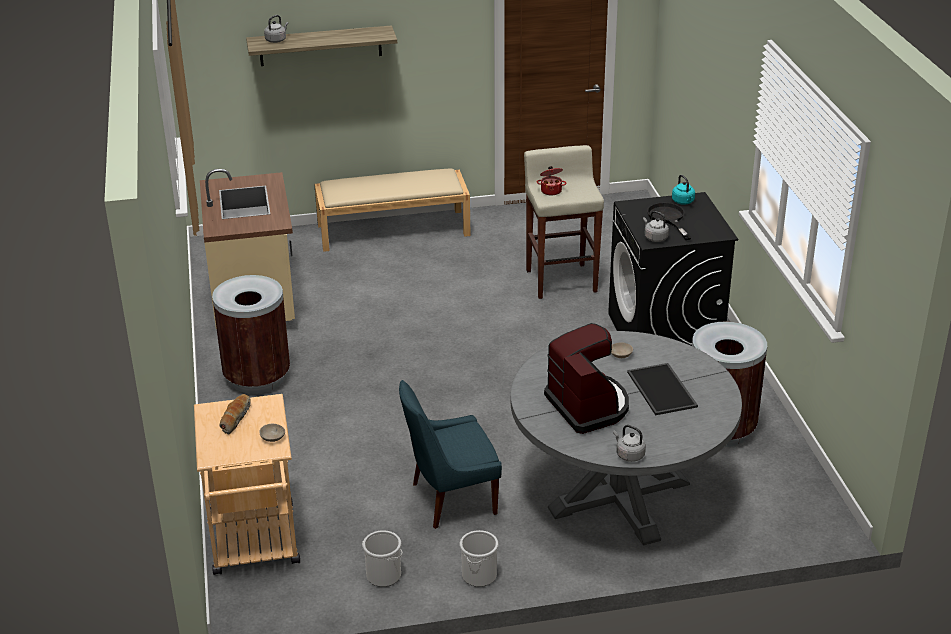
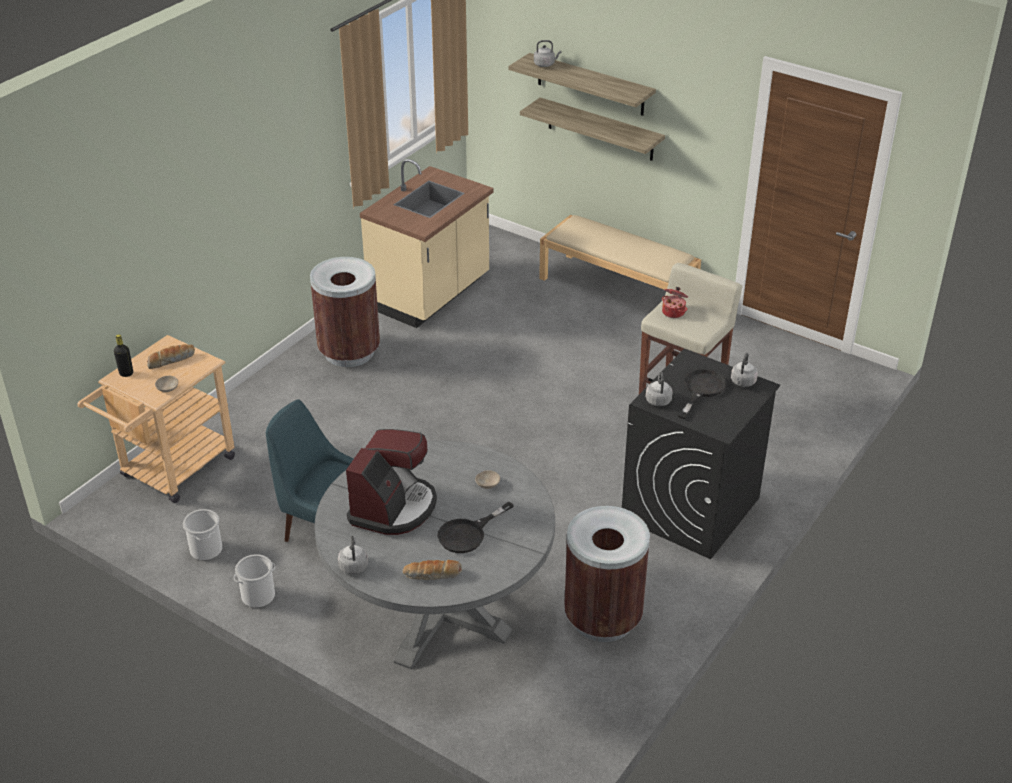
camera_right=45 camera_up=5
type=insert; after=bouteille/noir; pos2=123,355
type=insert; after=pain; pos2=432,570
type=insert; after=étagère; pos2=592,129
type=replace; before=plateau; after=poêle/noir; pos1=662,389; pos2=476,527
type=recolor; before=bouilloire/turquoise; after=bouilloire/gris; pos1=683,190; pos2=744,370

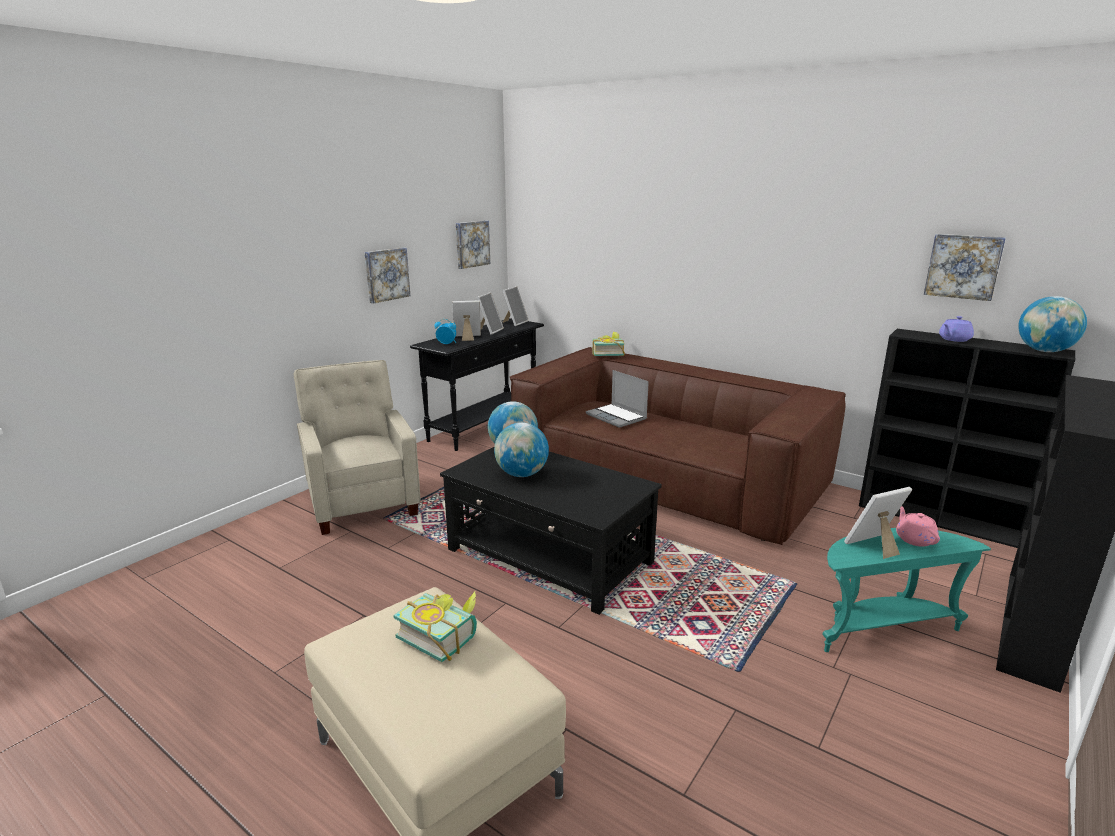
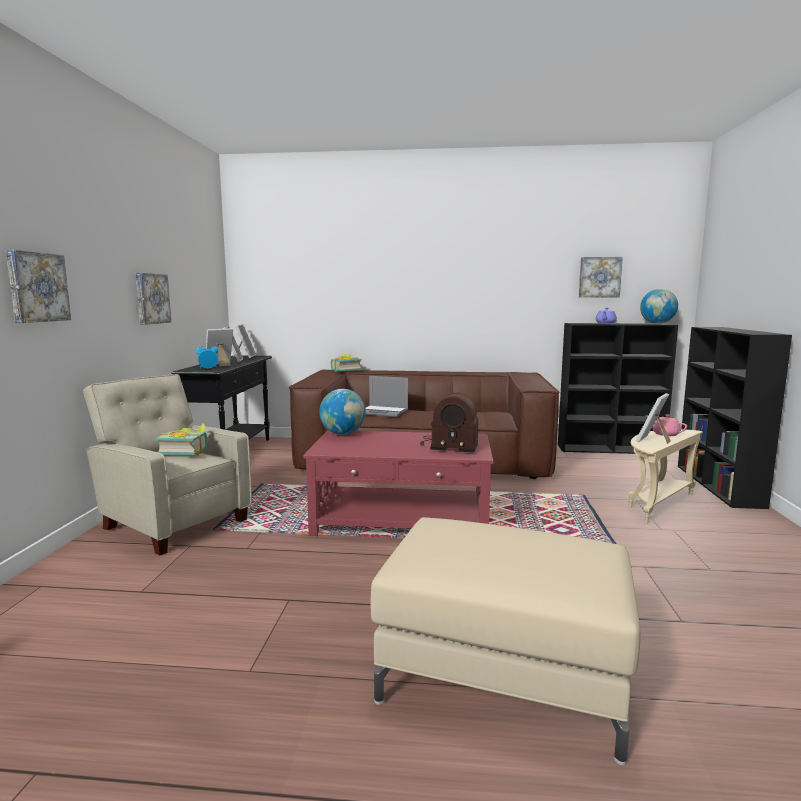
camera_right=-30 camera_up=-10
type=delete; before=globe; pos1=521,449
type=insert; after=radio; pos2=449,423
type=move; before=livre; pos1=435,627; pos2=181,439
type=move; before=tableau; pos1=473,245; pos2=38,286
type=recolor; before=table basse/noir; after=table basse/rouge; pos1=551,531; pos2=398,483
type=recolor; before=table d'appoint/turquoise; after=table d'appoint/beige; pos1=906,590; pos2=665,476

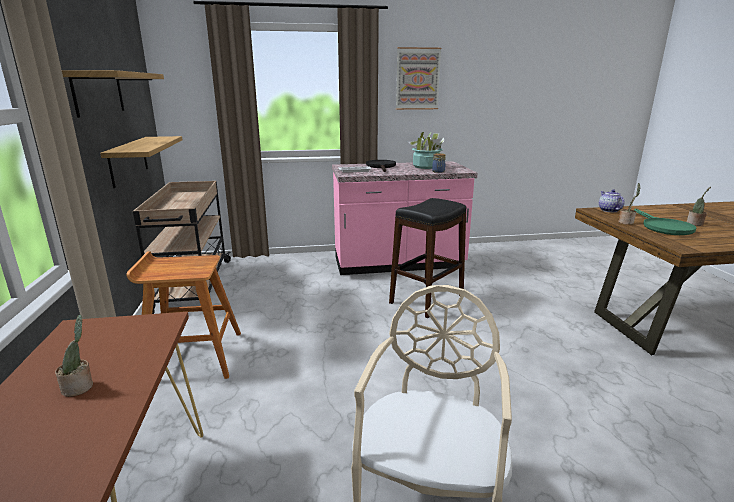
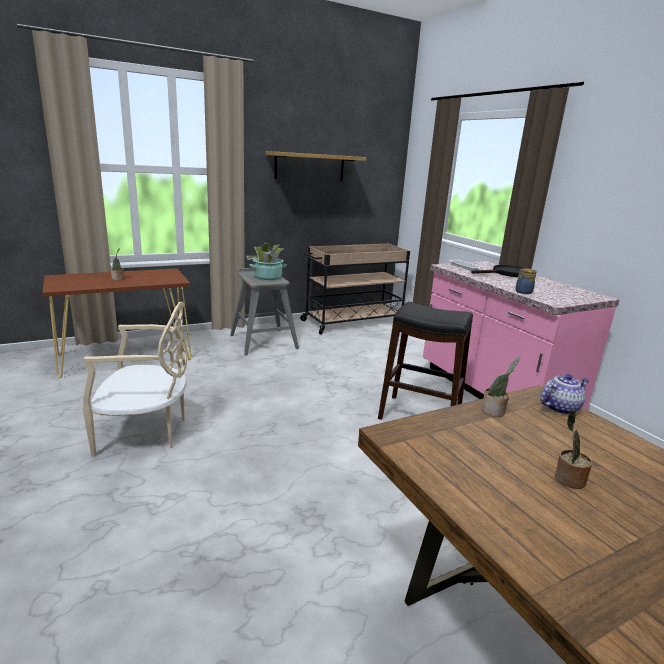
camera_right=70 camera_up=0
type=delete; before=étagère; pos1=141,162
type=delete; before=tableau; pos1=418,78
type=delete; before=poêle/vert; pos1=665,222
type=move; before=plante en pot; pos1=426,150; pos2=266,261
type=recolor; before=tabouret/marron; after=tabouret/gris; pos1=183,315; pos2=264,312

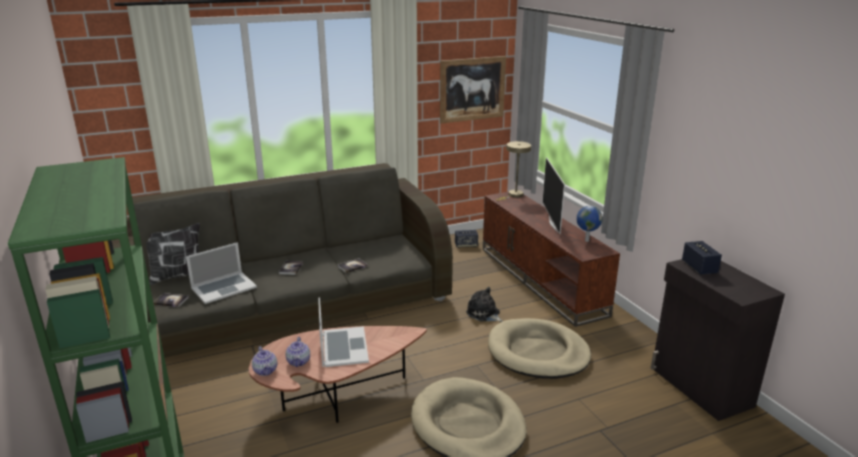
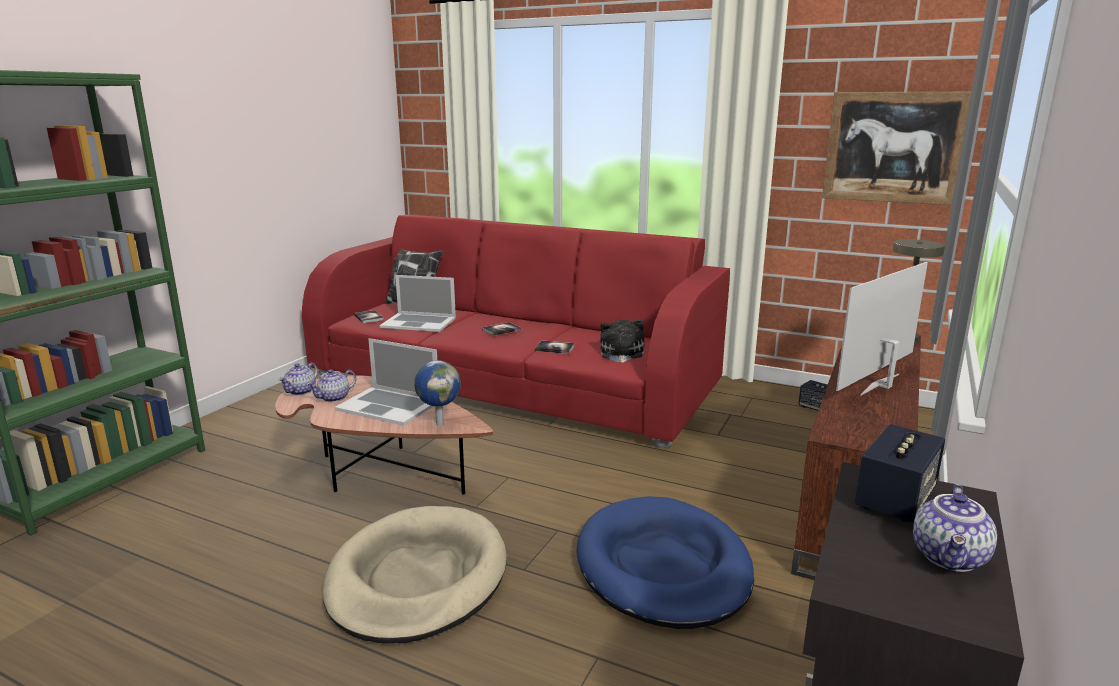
camera_right=50 camera_up=-5
type=insert; after=théière; pos2=955,528
type=move; before=peluche; pos1=484,304; pos2=622,340
type=move; before=globe; pos1=590,224; pos2=437,392
type=recolor; before=canapé/gris; after=canapé/rouge; pos1=282,260; pos2=516,331
type=recolor; before=panier pour chien/beige; after=panier pour chien/bleu; pos1=539,348; pos2=665,562
type=rotate; before=ordinateur portable; pos1=343,332; pos2=386,382; turn=75

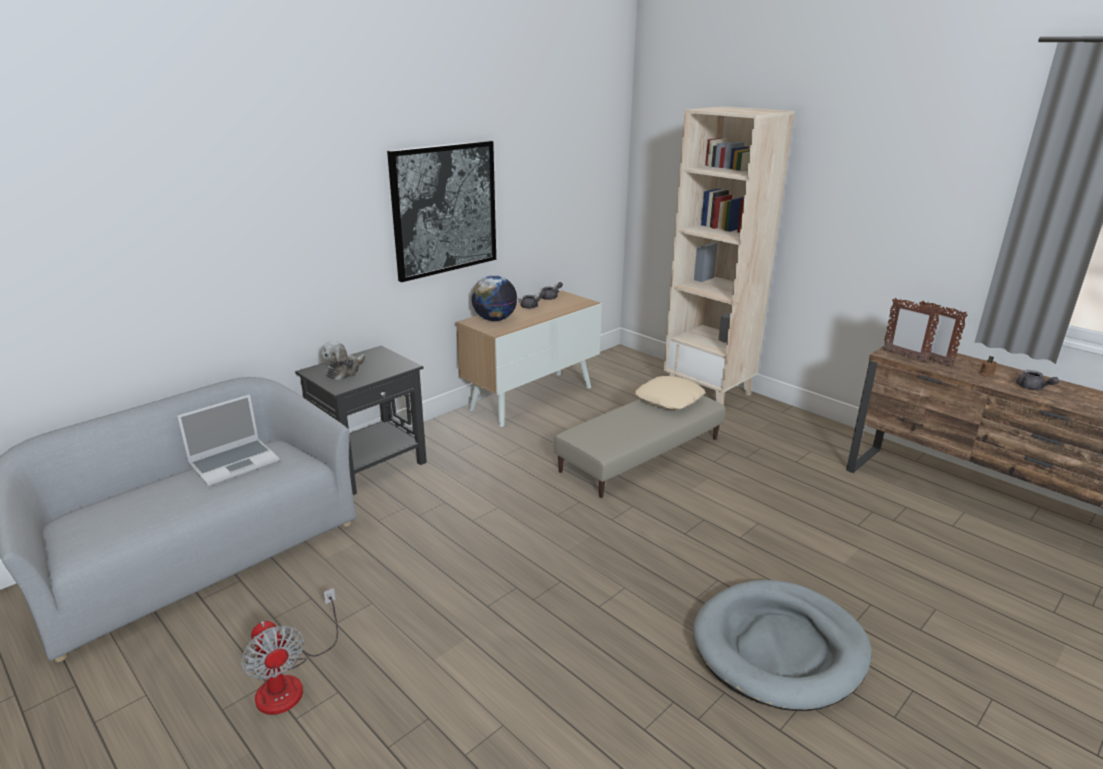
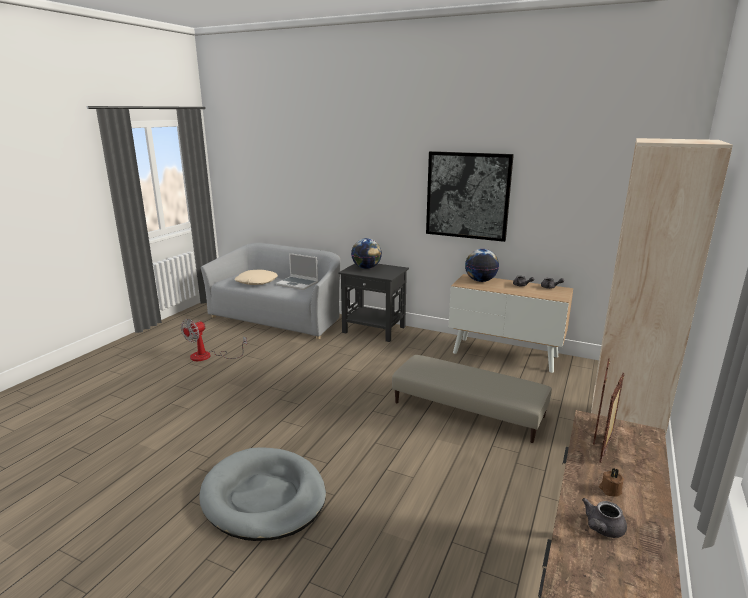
camera_right=70 camera_up=-5
type=move; before=coussin/beige; pos1=670,393; pos2=256,277
type=replace; before=peluche; after=globe; pos1=343,360; pos2=366,253

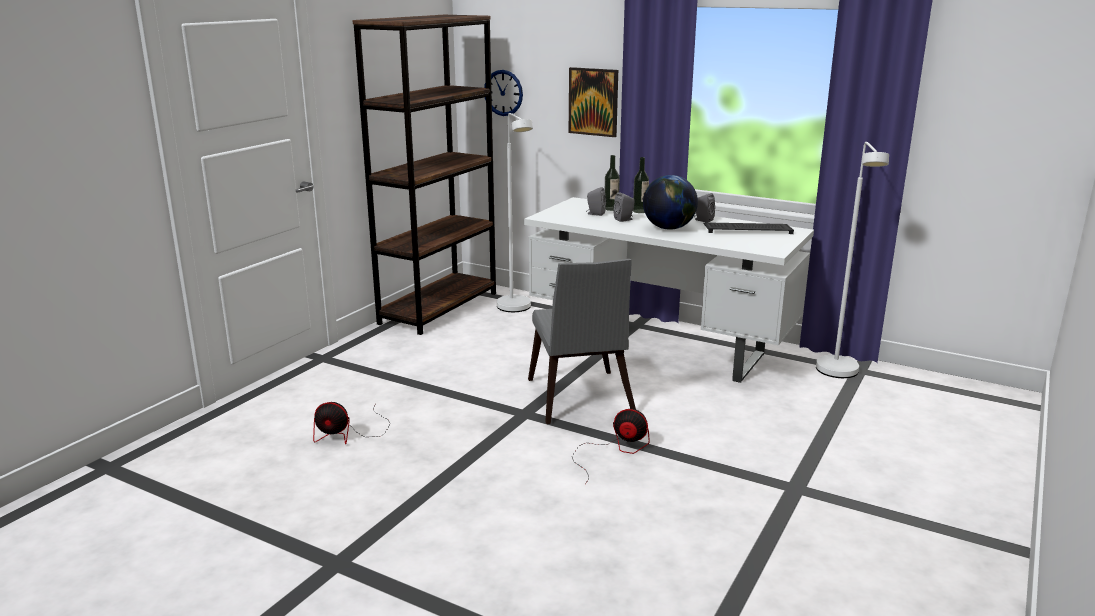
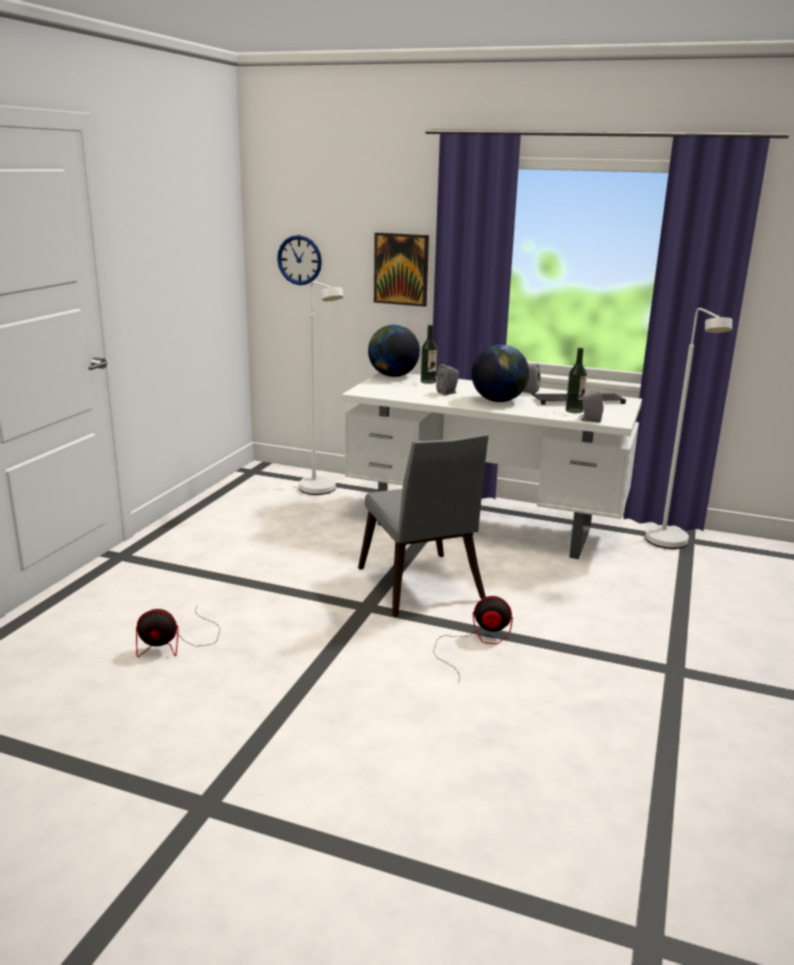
camera_right=-10 camera_up=0
type=delete; before=bibliothèque/marron; pos1=424,175
type=insert; after=globe; pos2=394,351
type=move; before=enceinte/gris; pos1=596,201; pos2=591,405
type=move; before=bouteille; pos1=641,185; pos2=576,380

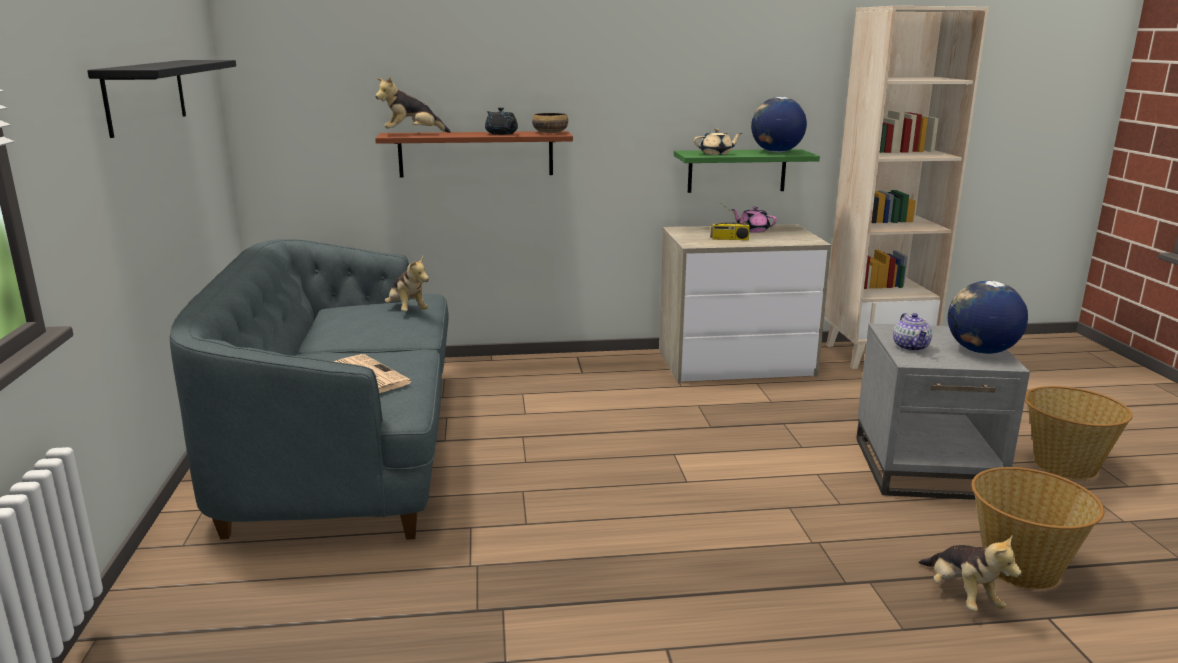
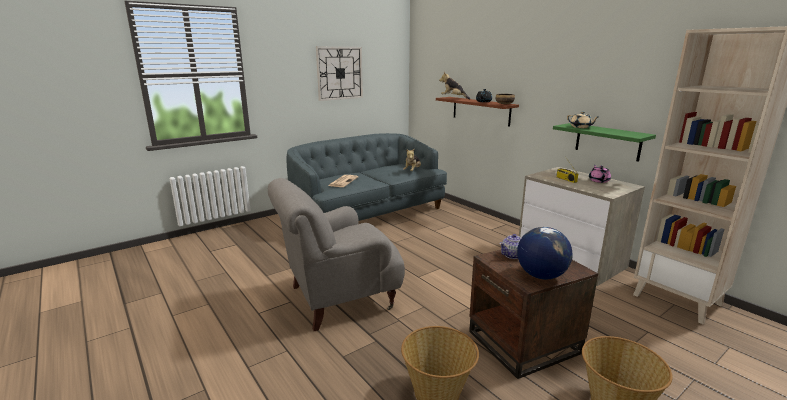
camera_right=60 camera_up=0
type=delete; before=globe; pos1=779,125
type=delete; before=peluche; pos1=970,573
type=insert; after=fauteuil/gris; pos2=336,254
type=replace; before=étagère/noir; after=horloge murale; pos1=161,99; pos2=339,74
type=recolor; before=table d'appoint/gris; after=table d'appoint/marron; pos1=943,412; pos2=533,314

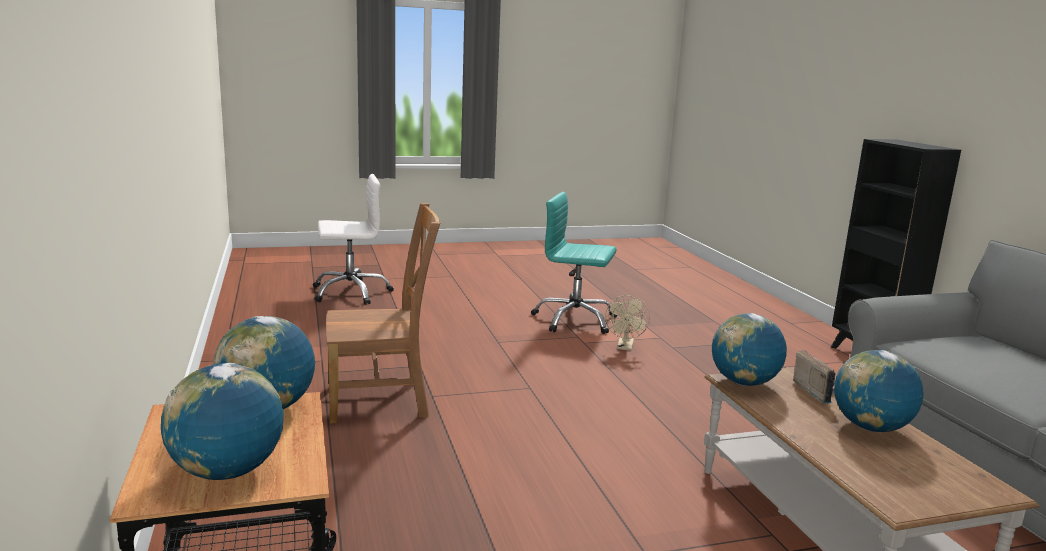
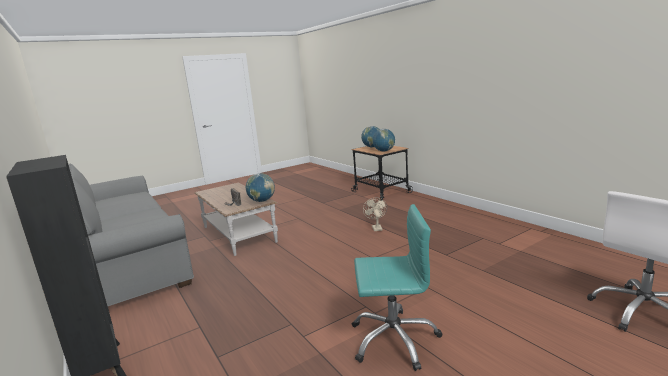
camera_right=165 camera_up=0
type=delete; before=chaise/marron; pos1=383,313
type=delete; before=globe; pos1=879,391
type=move; before=ventilateur/beige; pos1=627,323; pos2=375,214

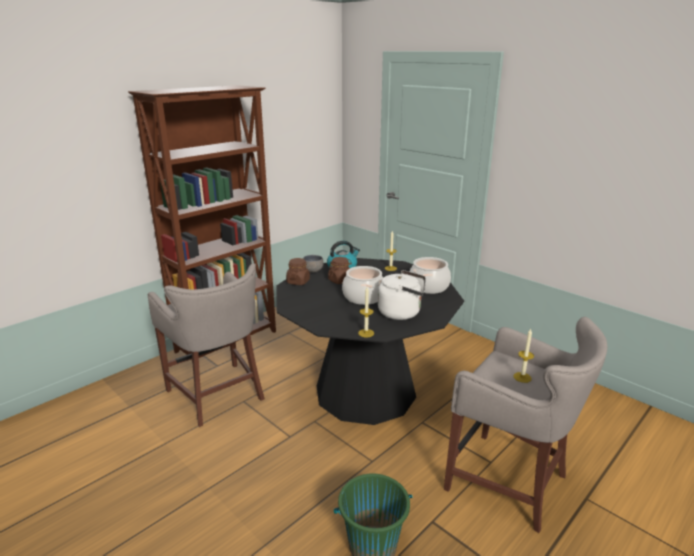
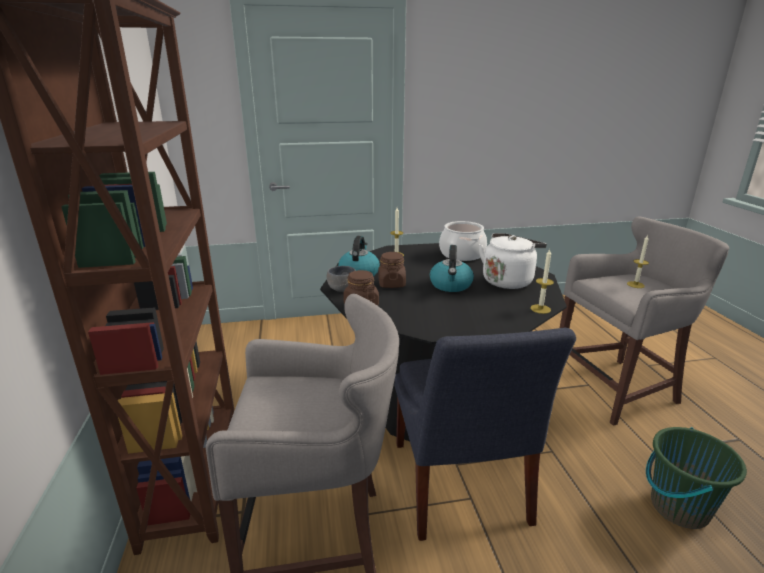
camera_right=-55 camera_up=0
type=insert; after=chaise/bleu; pos2=485,434
type=replace; before=marmite; after=bouilloire; pos1=362,285; pos2=452,268

